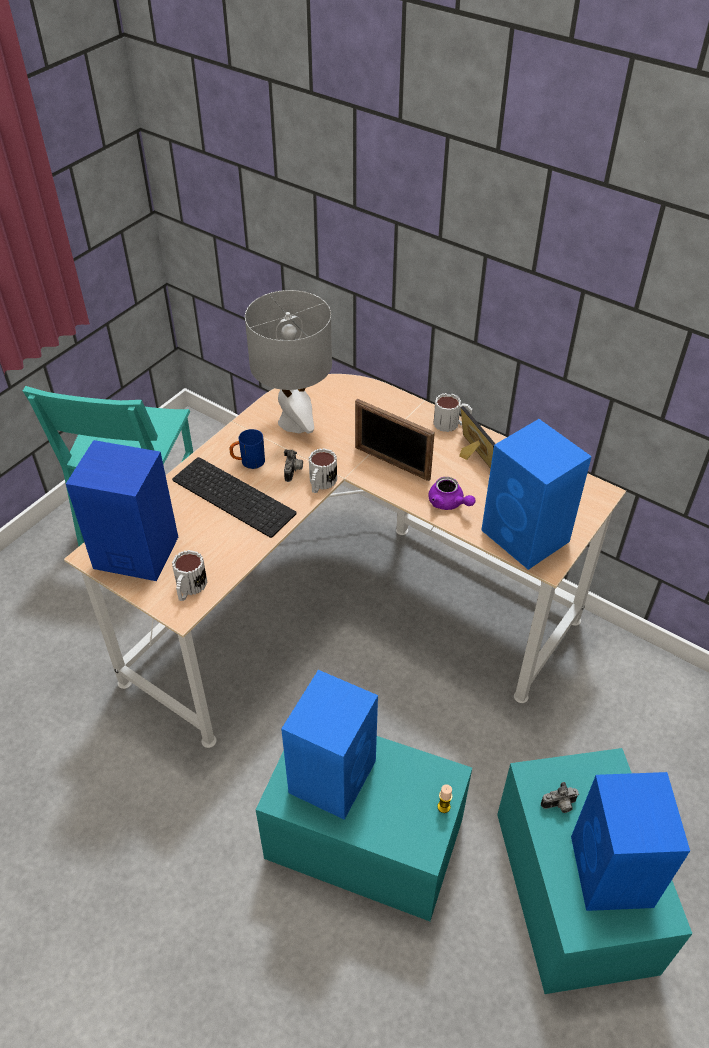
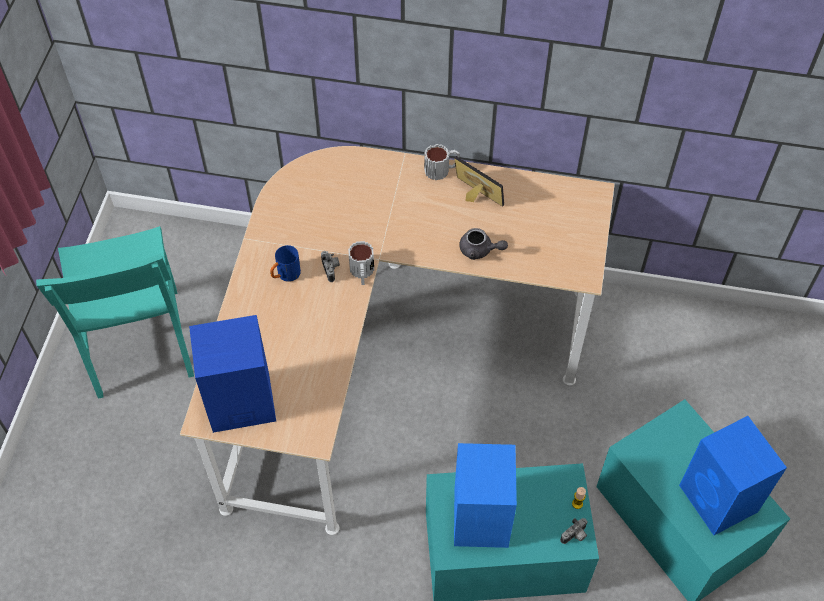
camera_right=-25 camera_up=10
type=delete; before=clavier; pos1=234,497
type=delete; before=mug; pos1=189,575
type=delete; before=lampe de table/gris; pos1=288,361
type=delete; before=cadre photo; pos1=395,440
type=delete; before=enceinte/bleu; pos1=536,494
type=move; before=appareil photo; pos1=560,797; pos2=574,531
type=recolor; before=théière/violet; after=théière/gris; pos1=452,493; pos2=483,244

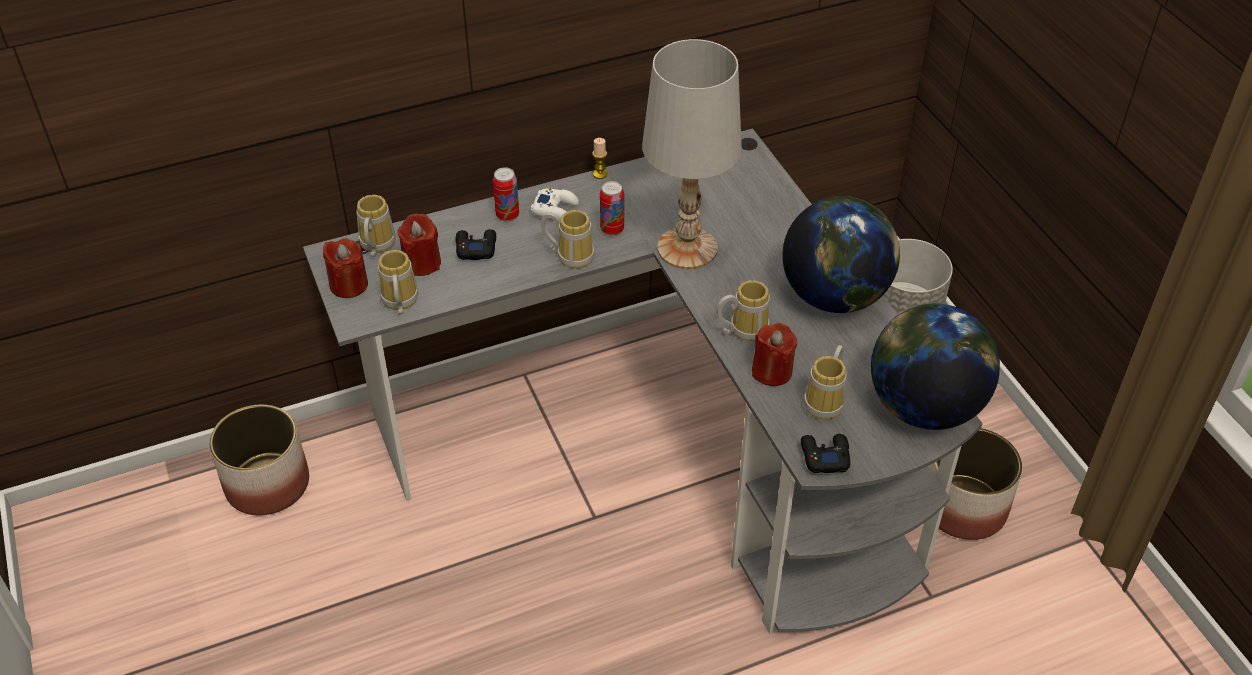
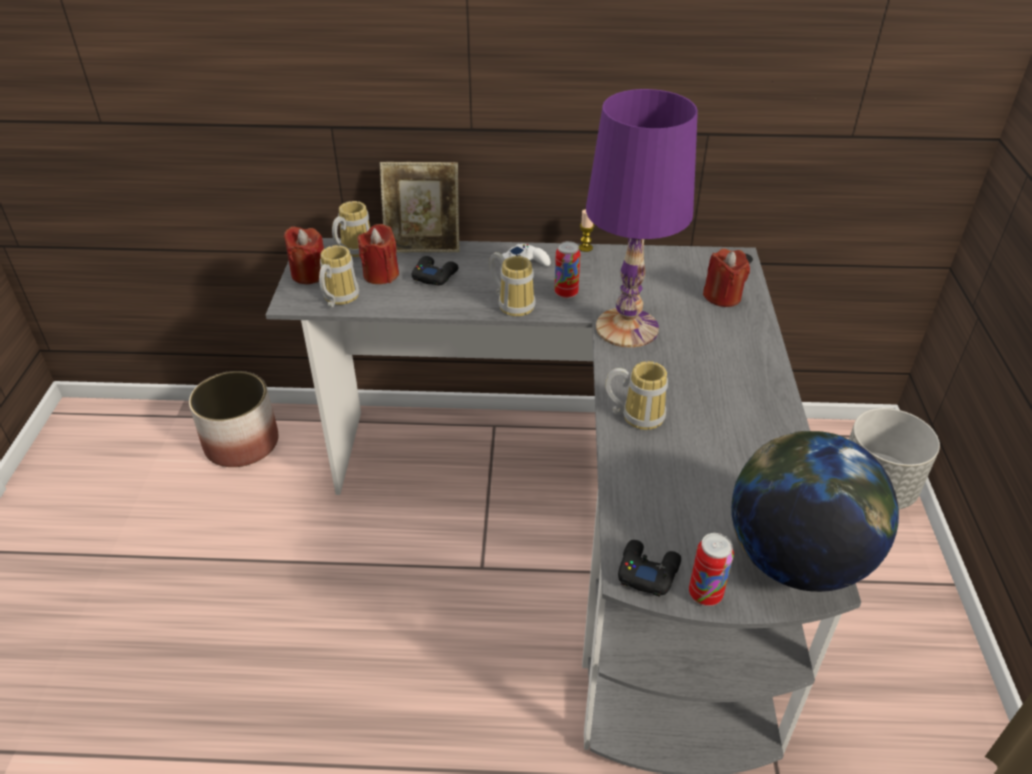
camera_right=25 camera_up=-5
type=delete; before=globe; pos1=841,254
type=delete; before=mug; pos1=825,382
type=delete; before=cache-pot; pos1=975,484
type=insert; after=cadre photo; pos2=420,207
type=move; before=boîte métallique; pos1=506,194; pos2=711,569
type=move; before=bougie/rouge; pos1=774,354; pos2=726,278
type=recolor; before=lampe de table/blanc; after=lampe de table/violet; pos1=692,154; pos2=642,218

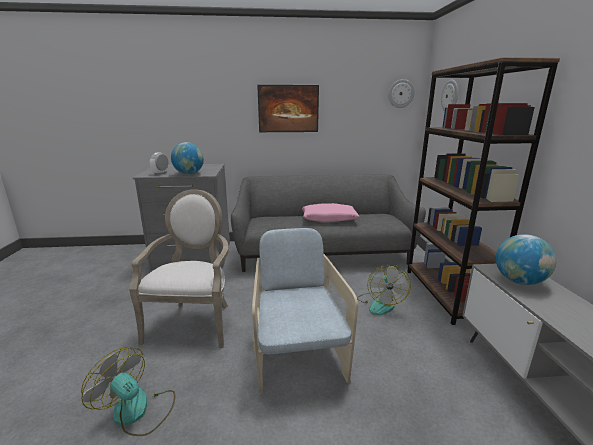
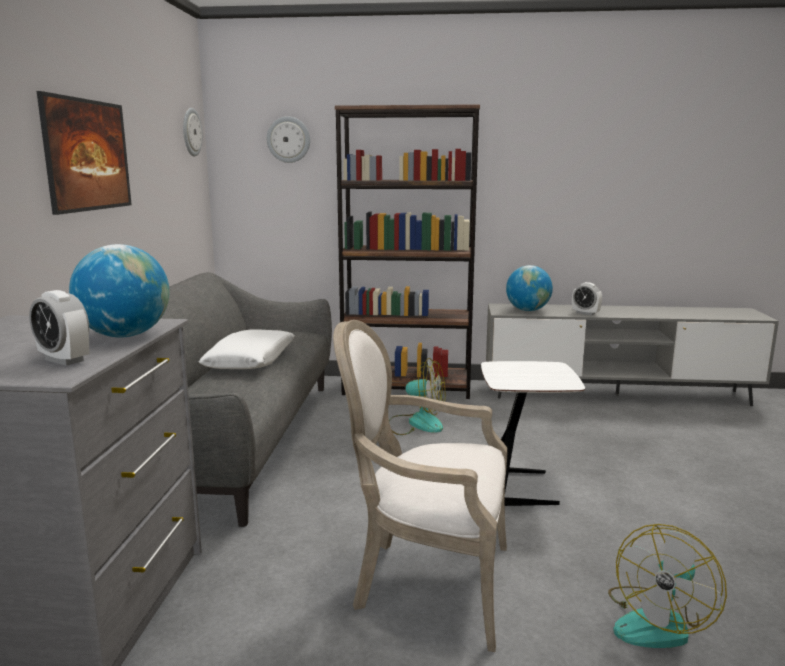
camera_right=-80 camera_up=-5
type=insert; after=réveil; pos2=587,299
type=replace; before=fauteuil/beige; after=table d'appoint/blanc; pos1=305,311; pos2=533,433
type=recolor; before=coussin/rose; after=coussin/blanc; pos1=330,213; pos2=247,349

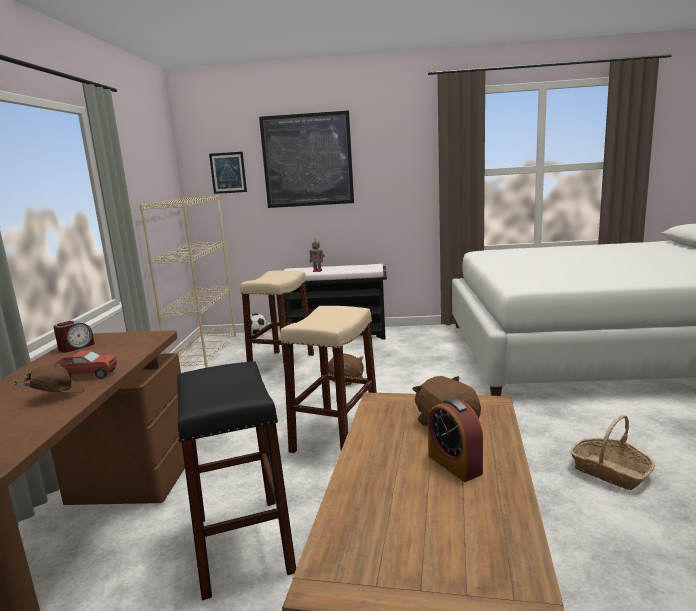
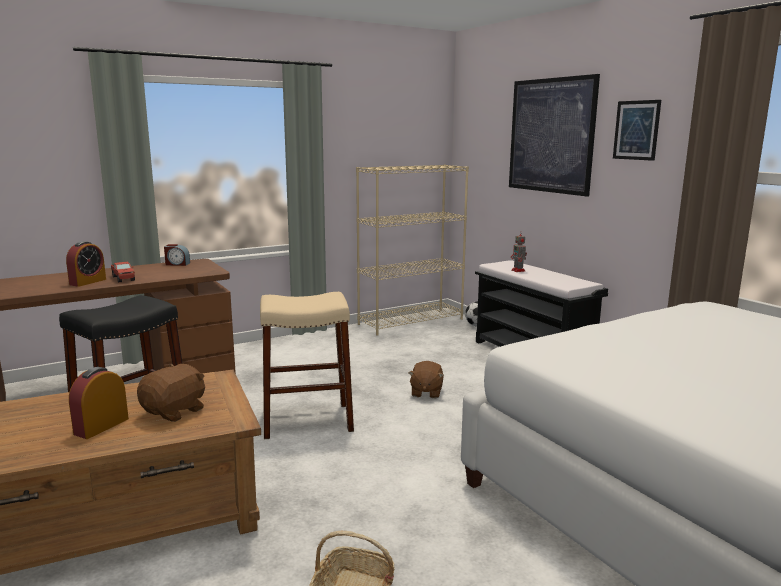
camera_right=55 camera_up=0
type=delete; before=tabouret/beige; pos1=277,317
type=move; before=tableau; pos1=228,173; pos2=637,130
type=replace; before=casquette/marron; after=réveil; pos1=49,378; pos2=86,264

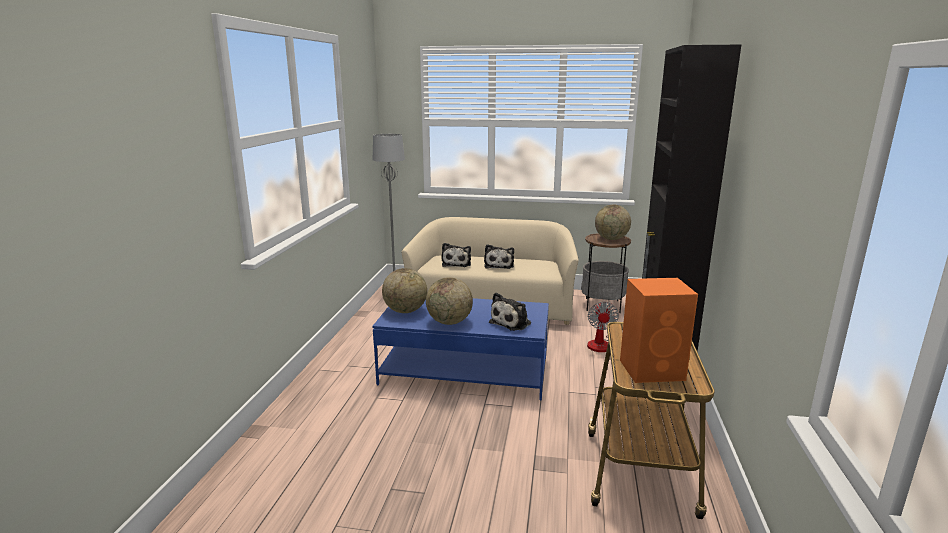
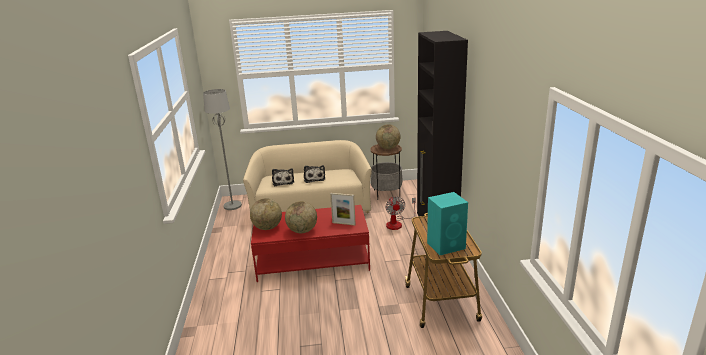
camera_right=-15 camera_up=5
type=replace; before=peluche; after=cadre photo; pos1=510,311; pos2=343,209
type=recolor; before=table basse/bleu; after=table basse/rouge; pos1=460,349; pos2=310,243
type=recolor; before=enceinte/orange; after=enceinte/turquoise; pos1=659,330; pos2=447,223

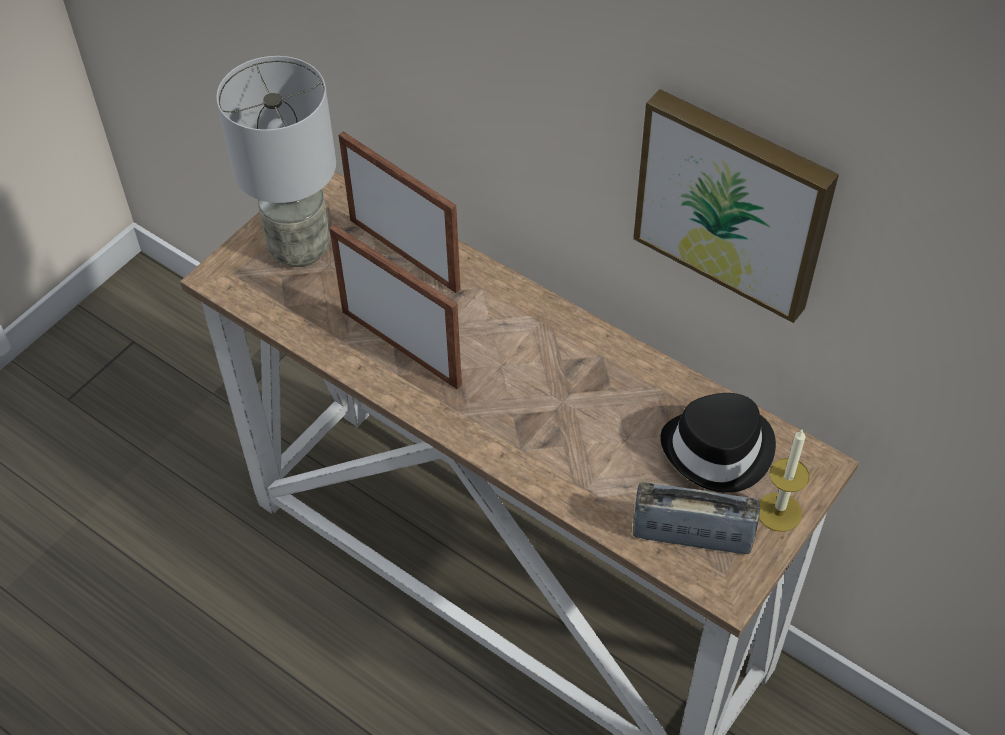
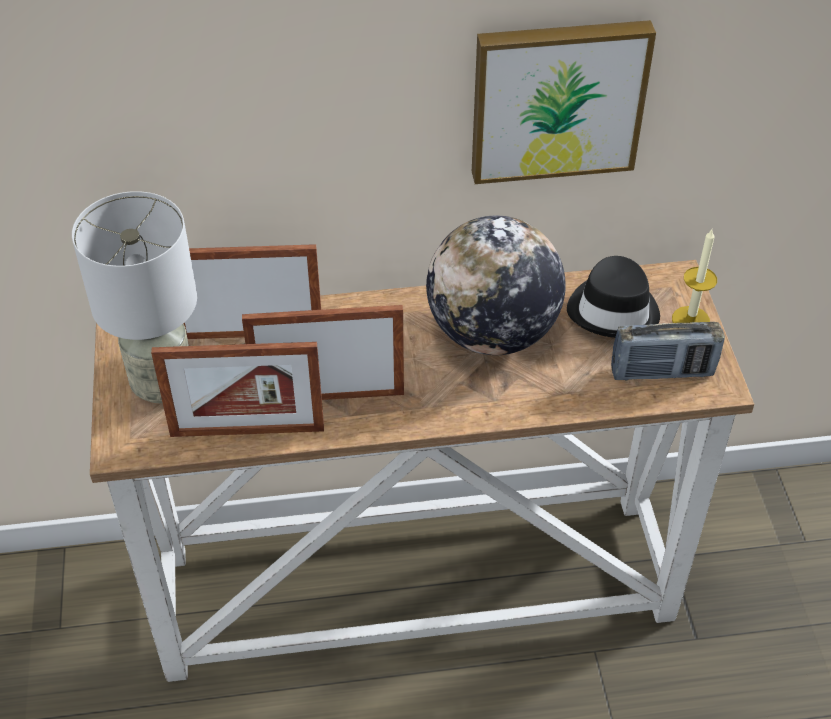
camera_right=-45 camera_up=-5
type=insert; after=cadre photo; pos2=237,389
type=insert; after=globe; pos2=496,285
type=rotate; before=radio; pos1=696,518; pos2=668,351; turn=-150

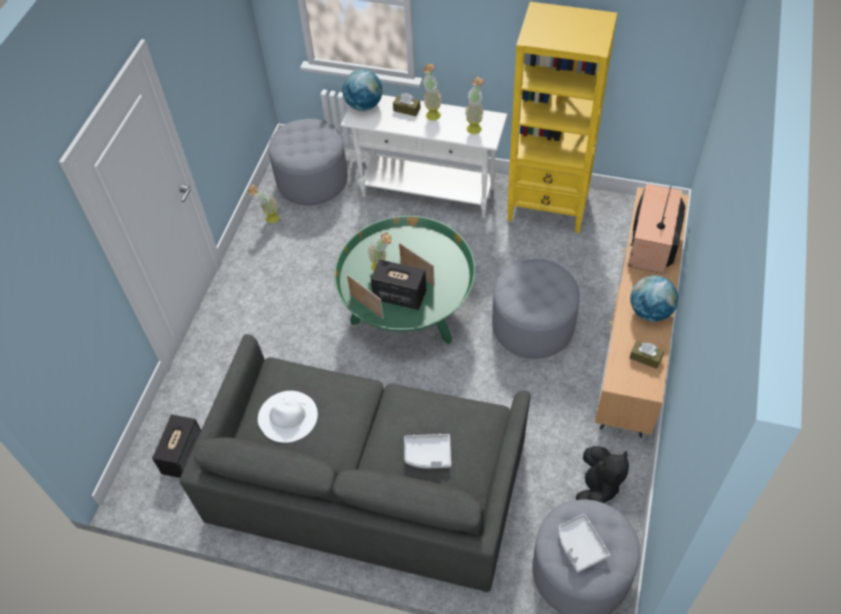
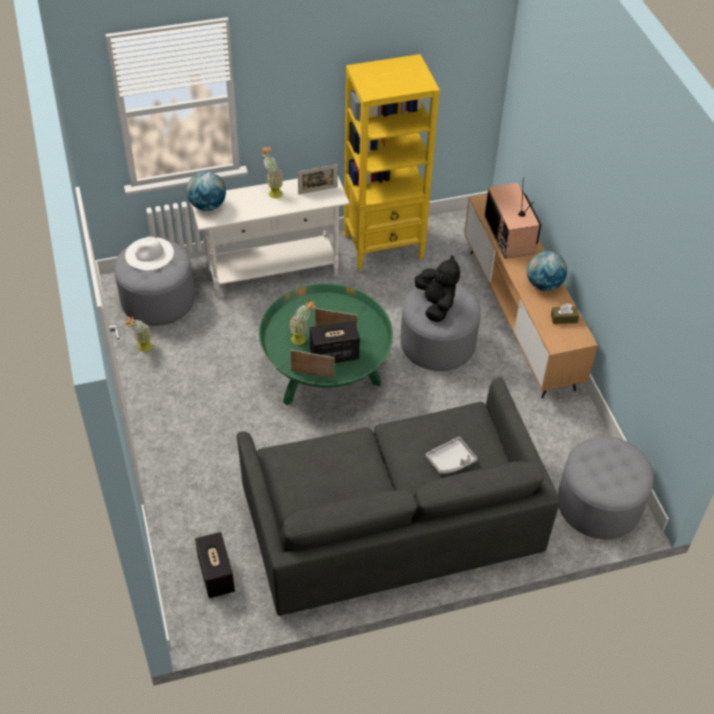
camera_right=-35 camera_up=-5
type=delete; before=boîte à mouchoirs/marron; pos1=407,104
type=delete; before=plateau/gris; pos1=584,543
type=move; before=chapeau/blanc; pos1=288,417; pos2=149,253
type=move; before=peluche/noir; pos1=602,474; pos2=437,288
type=replace; before=plante en pot; after=cadre photo; pos1=474,105; pos2=318,179

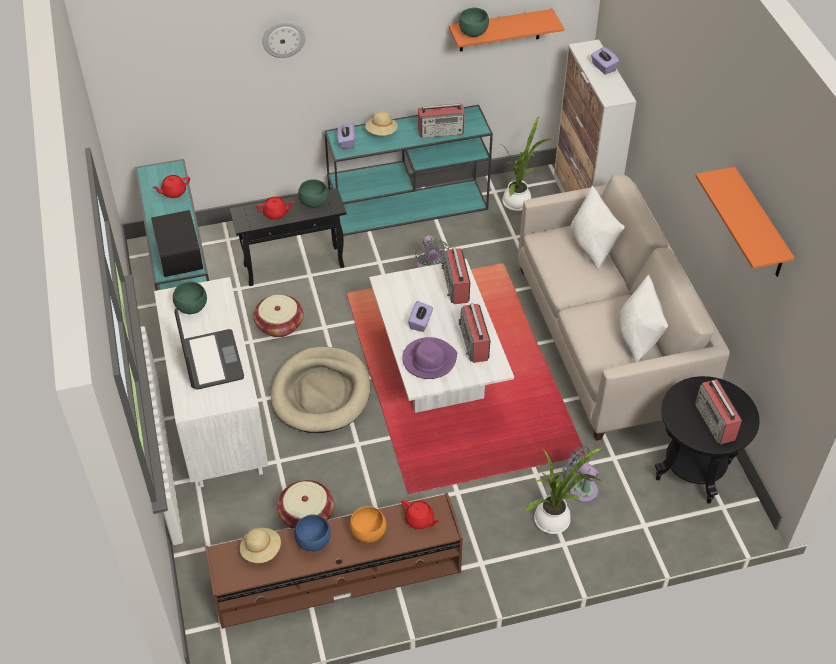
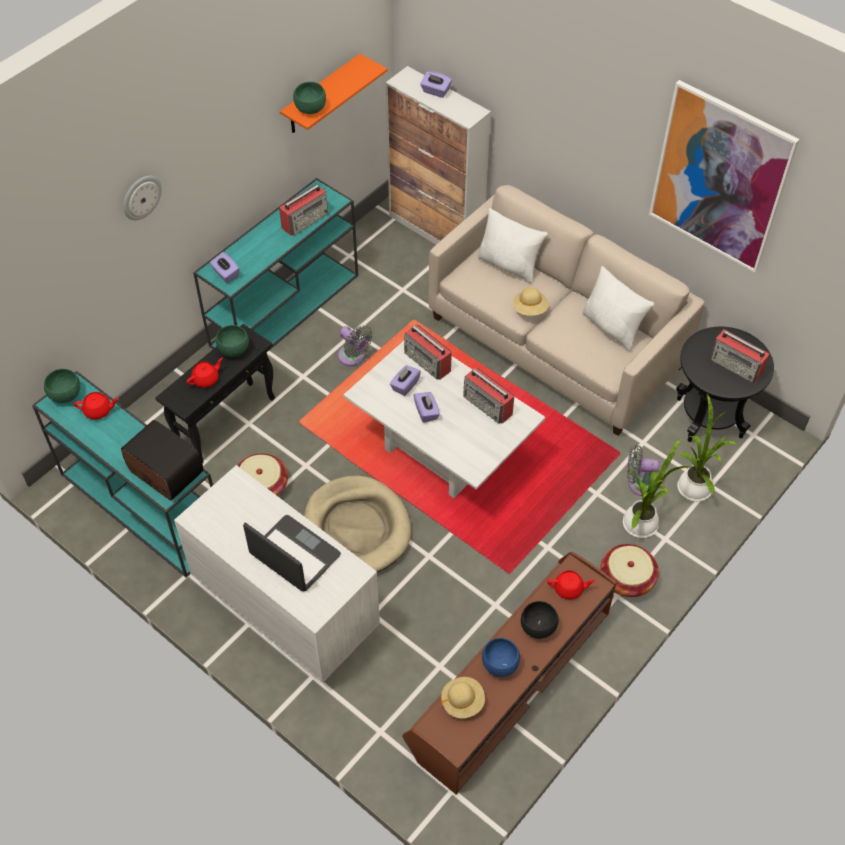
camera_right=-35 camera_up=5
type=delete; before=chapeau/violet; pos1=429,358
type=insert; after=boîte à mouchoirs/violet; pos2=405,380
type=move; before=bol/vert; pos1=190,297; pos2=62,386
type=move; before=panier; pos1=305,504; pos2=629,570
type=move; before=chapeau/beige; pos1=381,123; pos2=530,301
type=move; before=plante en pot; pos1=526,163; pos2=707,448
type=replace; before=étagère/orange; after=tableau; pos1=745,222; pos2=724,176
type=recolor; before=bol/orange; after=bol/noir; pos1=368,524; pos2=540,620
type=rotate; before=théière/rouge; pos1=171,186; pos2=96,405; turn=-120

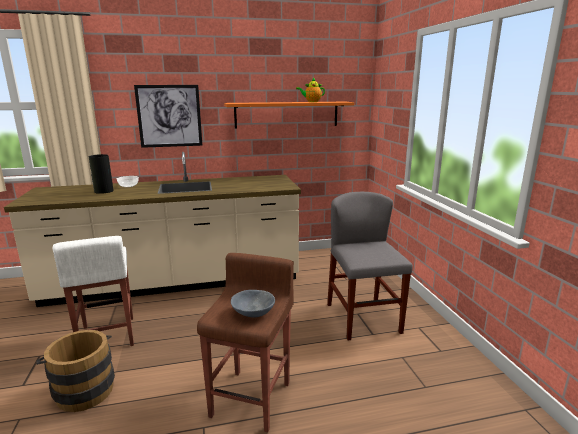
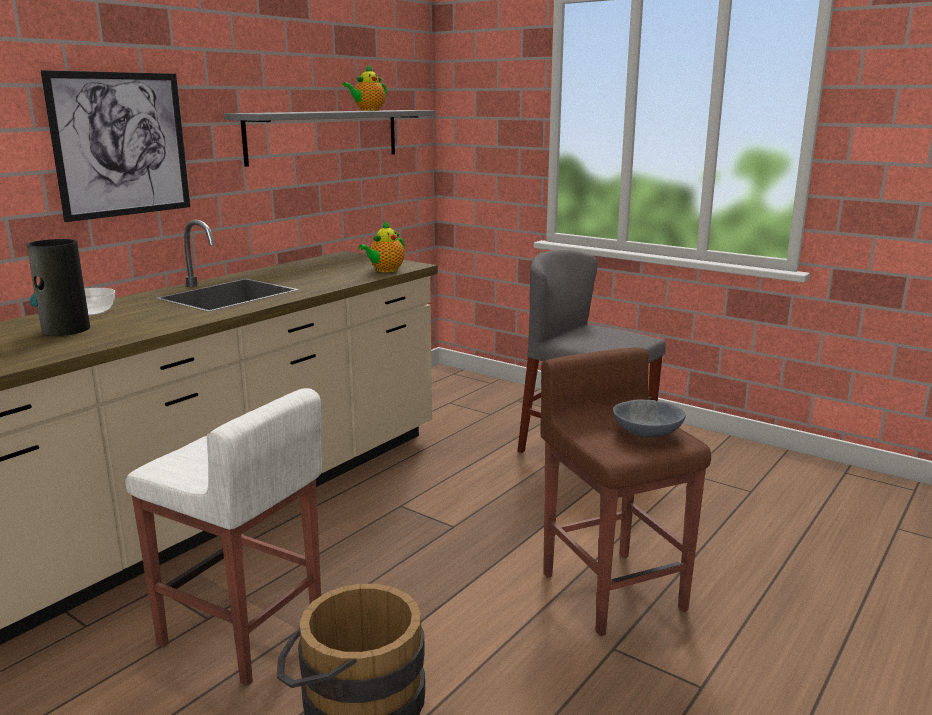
camera_right=-40 camera_up=0
type=insert; after=théière; pos2=381,246
type=recolor; before=étagère/orange; after=étagère/gris; pos1=289,115; pos2=329,138

